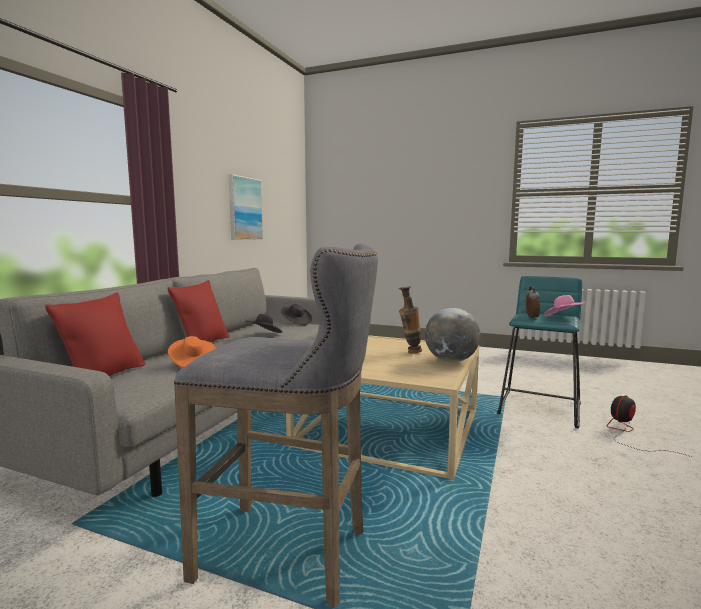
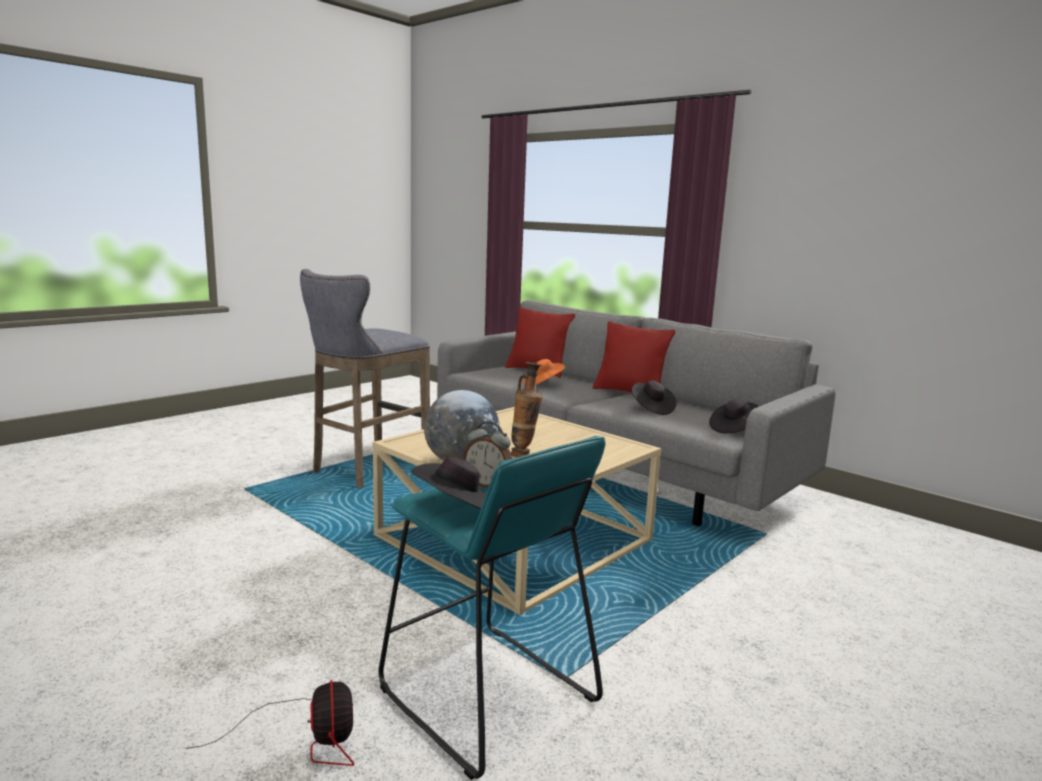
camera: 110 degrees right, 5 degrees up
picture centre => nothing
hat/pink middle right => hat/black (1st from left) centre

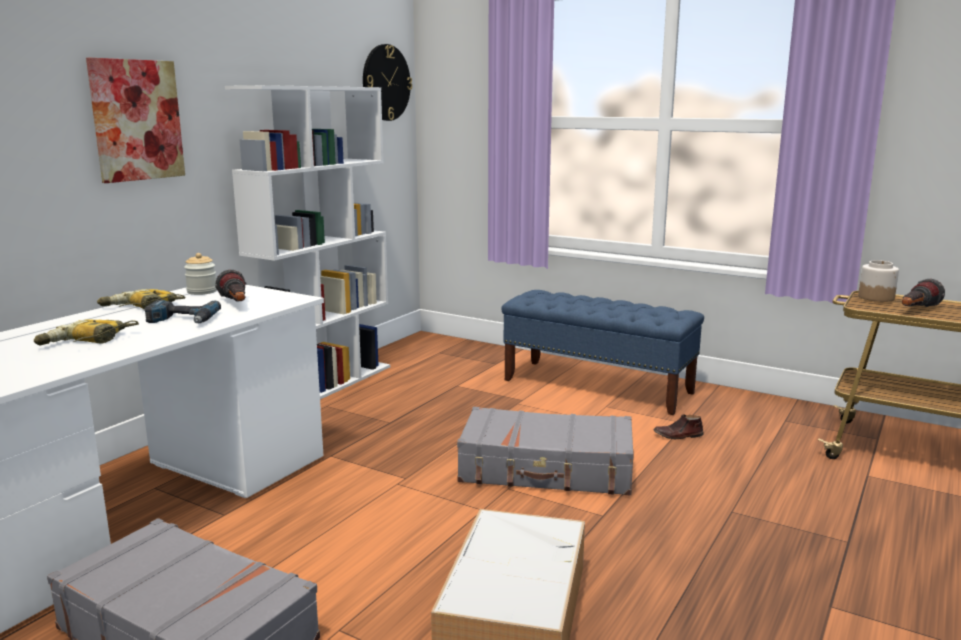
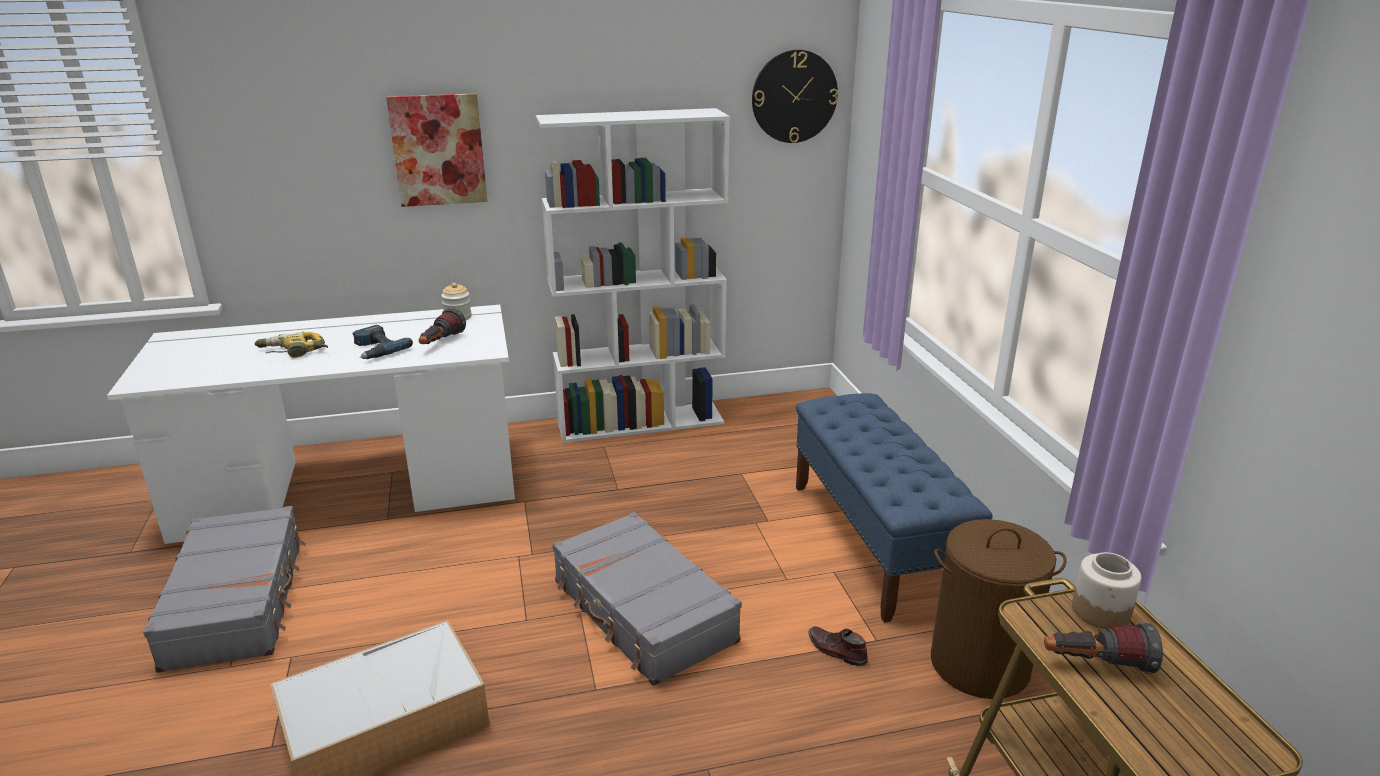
camera: 45 degrees right, 10 degrees up
power drill (2nd from left) middle left => nothing
nothing => laundry basket/brown bottom right

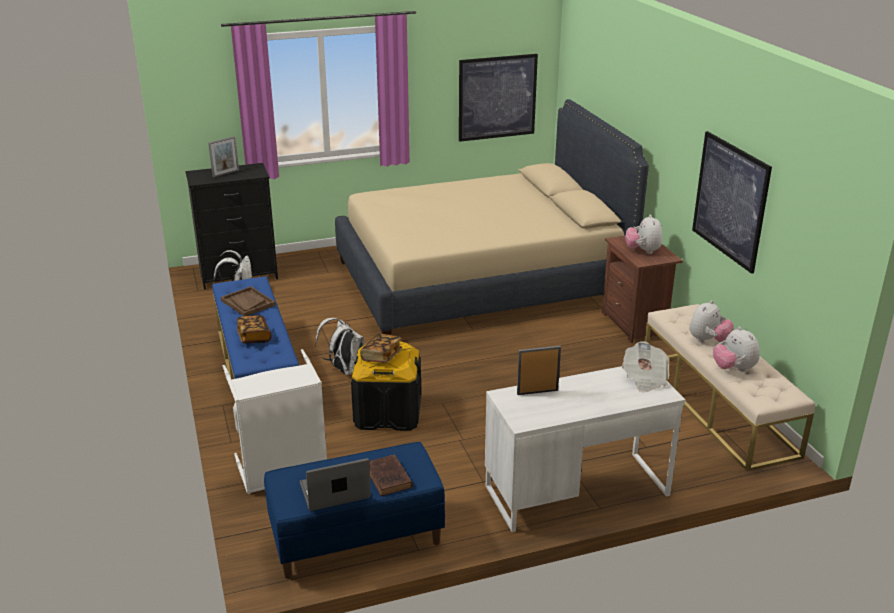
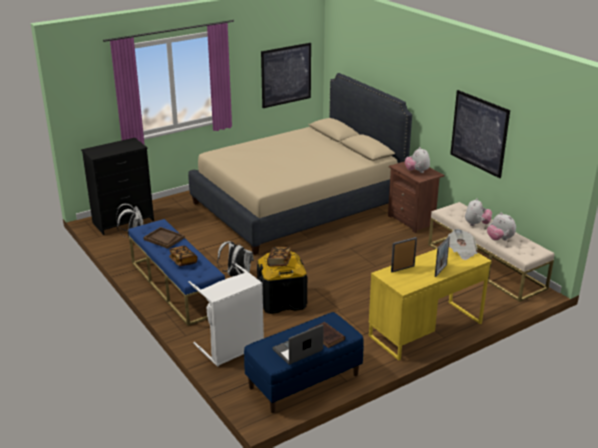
camera: 15 degrees left, 0 degrees up
picture frame (1st from left in the first image) top left => picture frame (2nd from left) middle right, moved
desk/white bottom centre => desk/yellow bottom right

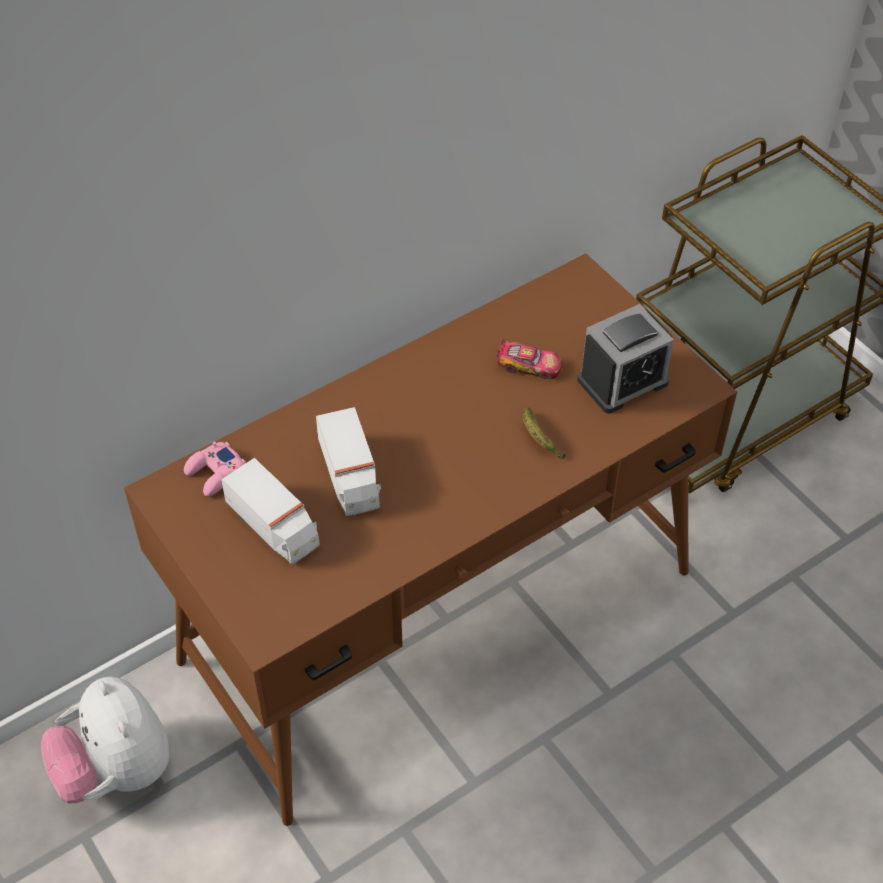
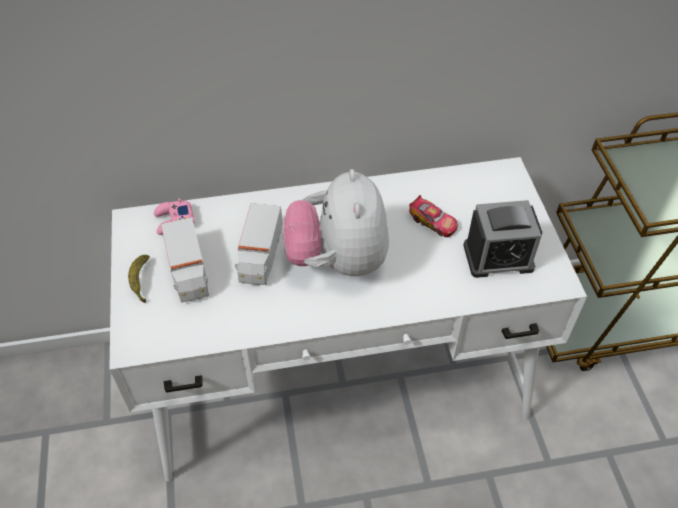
camera: 25 degrees right, 0 degrees up
desk/brown centre => desk/white centre
banana centre => banana middle left, moved
plush toy bottom left => plush toy centre, moved

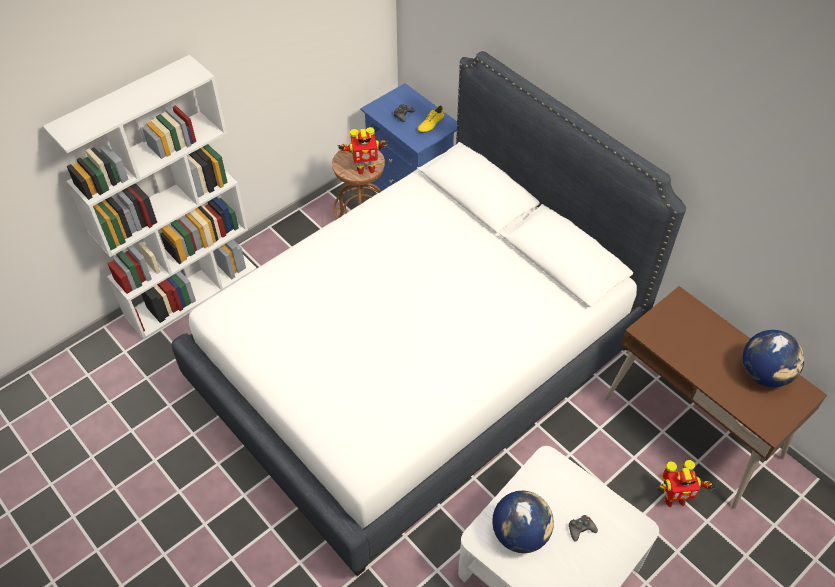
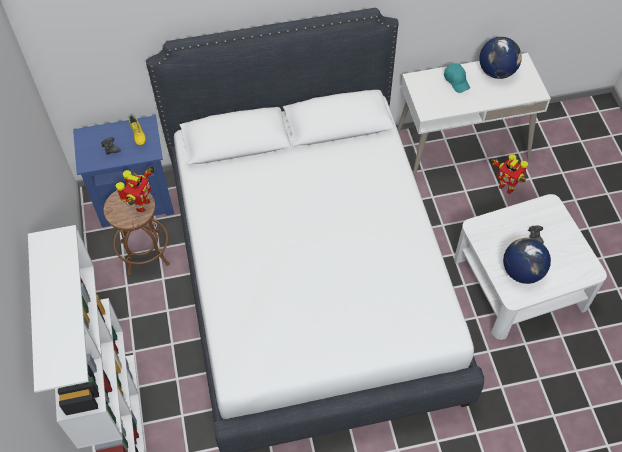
camera: 60 degrees left, 5 degrees up
desk/brown bottom right => desk/white top right
toy robot (2nd from left) bottom right => toy robot (2nd from left) middle right, 105 degrees clockwise
nothing => cap/turquoise top right

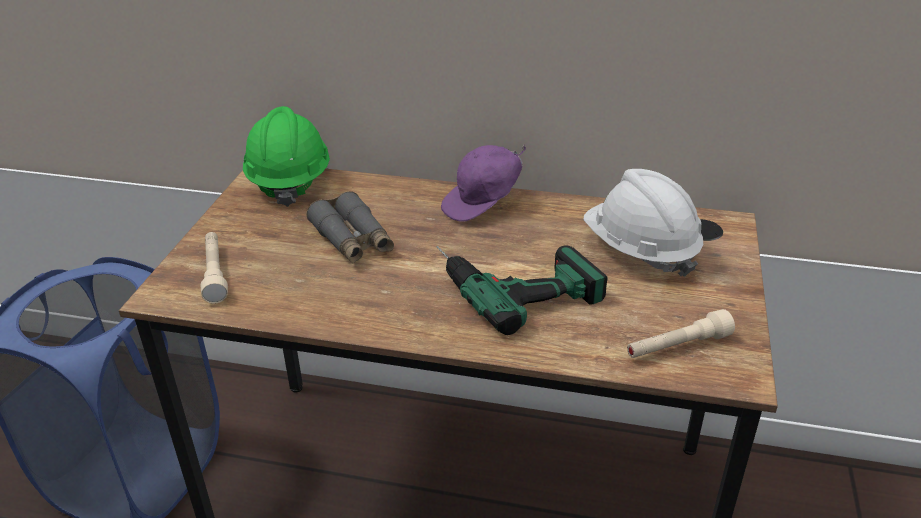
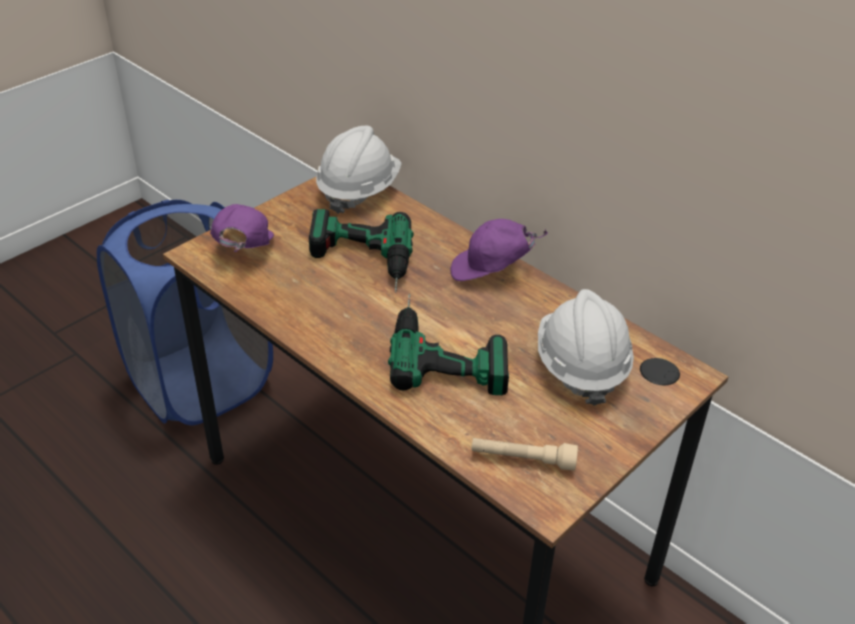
camera: 30 degrees right, 5 degrees up
hard hat/green top left => hard hat/white (1st from left) top centre
binoculars/grey centre => power drill (1st from left) centre
flashlight/beige (1st from left) middle left => cap/purple (1st from left) middle left

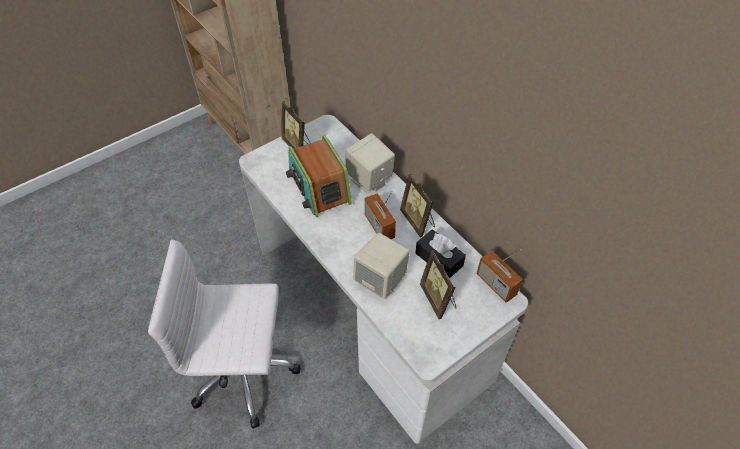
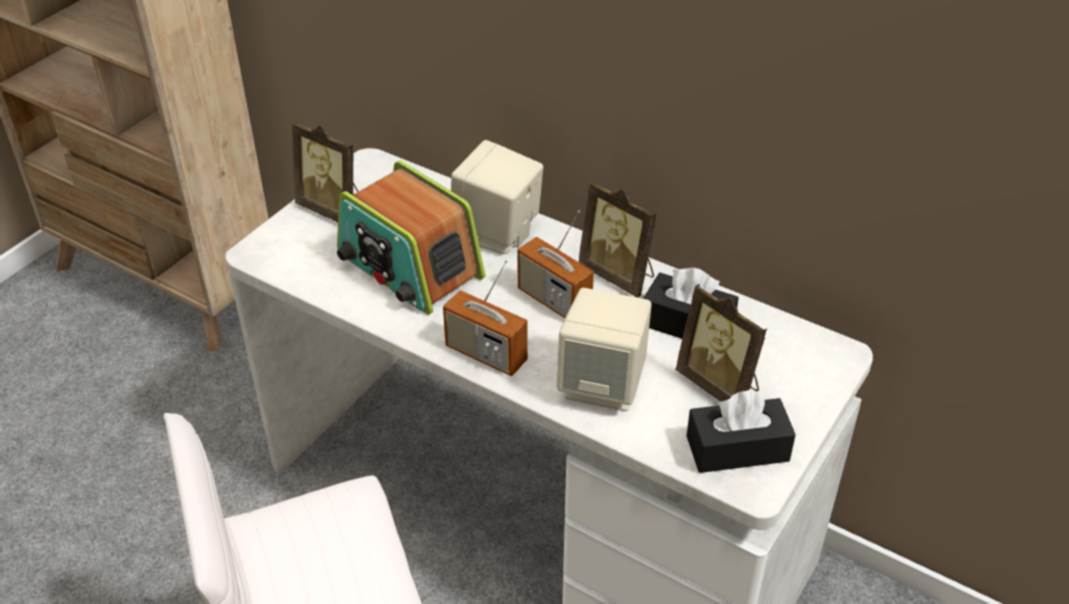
camera: 20 degrees left, 10 degrees down
radio (3rd from left in the first image) middle right => radio (2nd from left) centre, moved
nothing => tissue box/black (2nd from left) bottom right

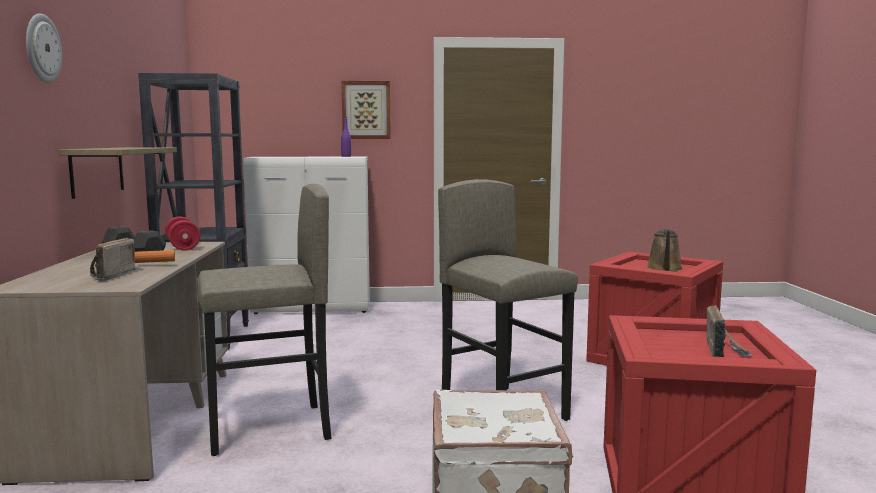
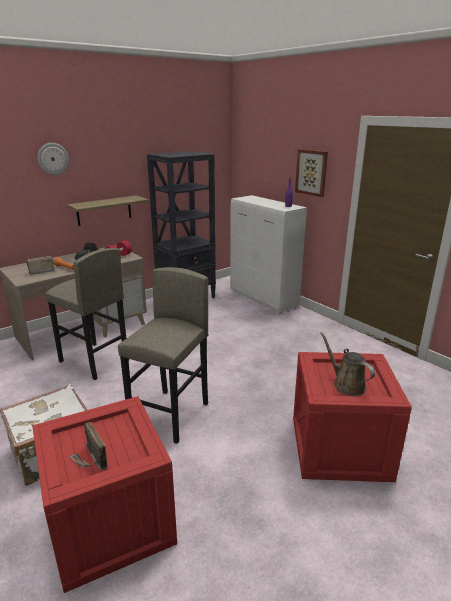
camera: 55 degrees right, 15 degrees up
watering can/brown middle right, 75 degrees clockwise
radio (2nd from left) bottom right => radio (2nd from left) bottom left, 75 degrees clockwise

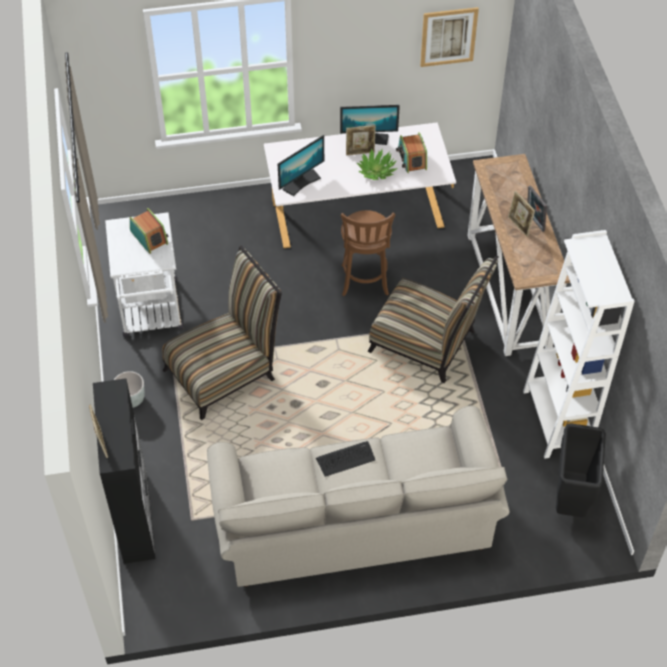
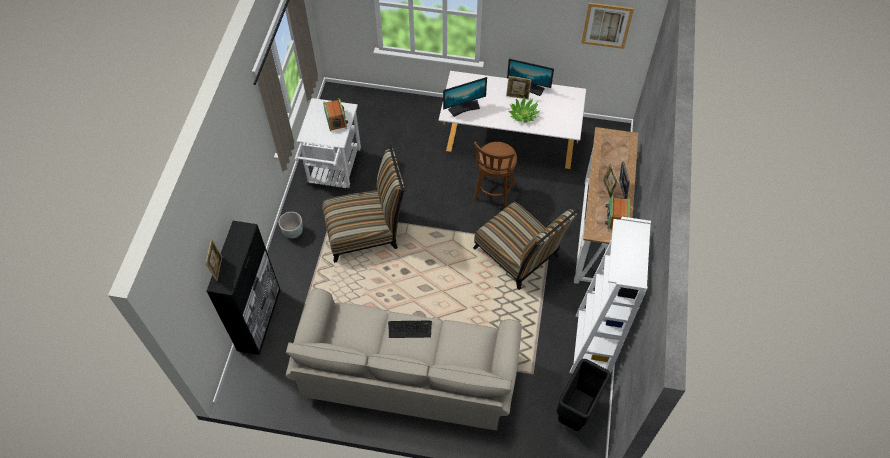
camera: 20 degrees right, 5 degrees up
radio (2nd from left) top centre => radio (2nd from left) middle right, moved

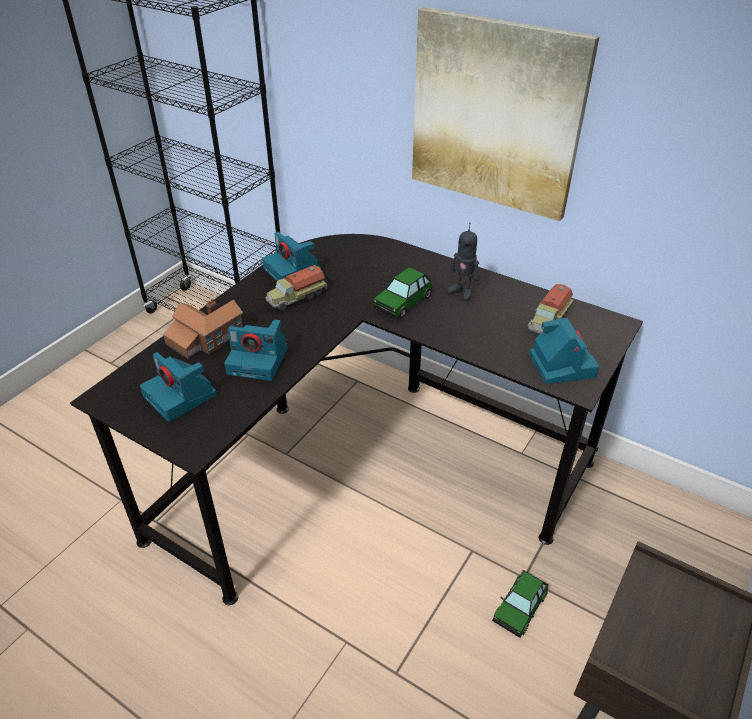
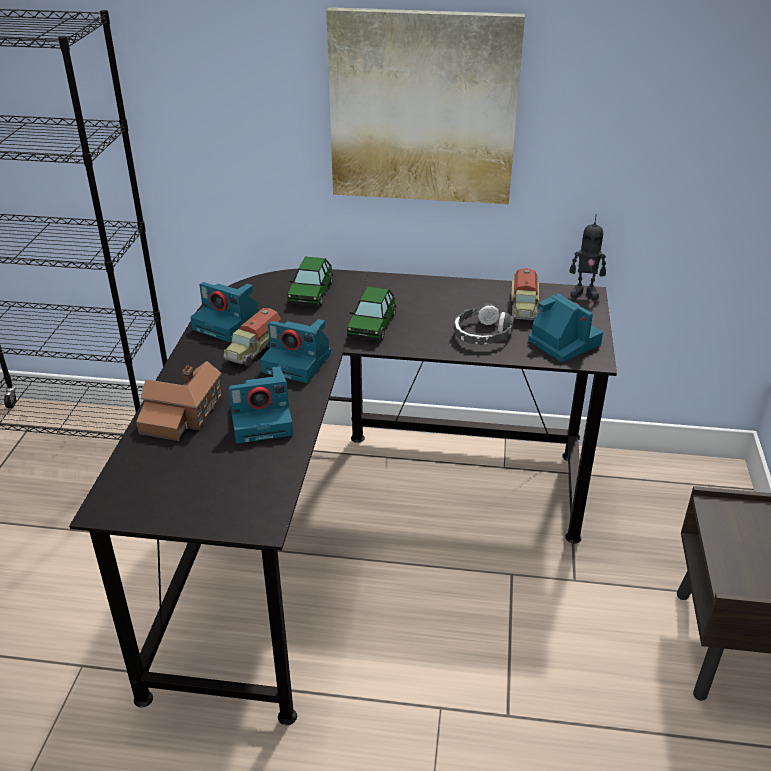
camera: 25 degrees left, 5 degrees down
toy robot centre => toy robot middle right, moved
photo camera (1st from left in the first image) middle left => photo camera (3rd from left) centre, moved
toy car (2nd from left in the first image) bottom right => toy car (1st from left) centre, moved
nothing => headphones centre

